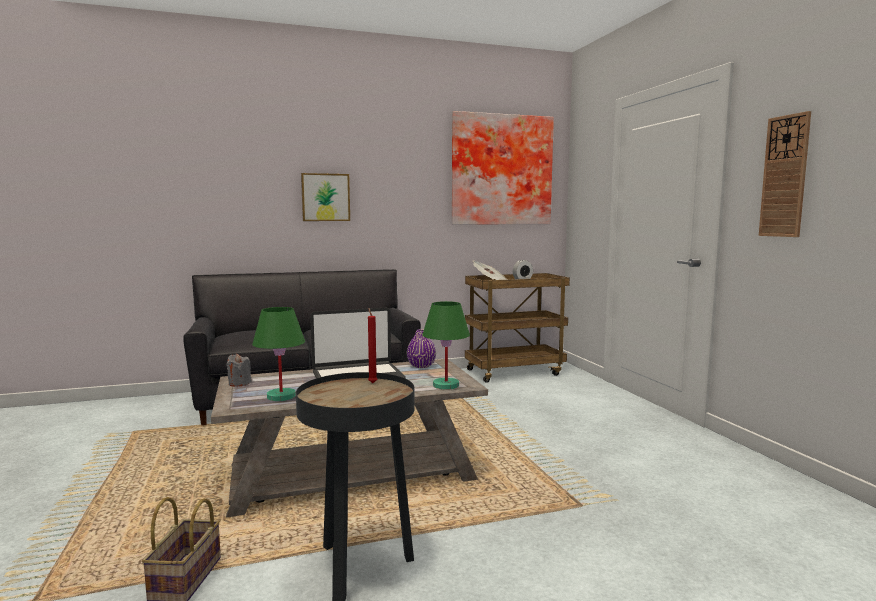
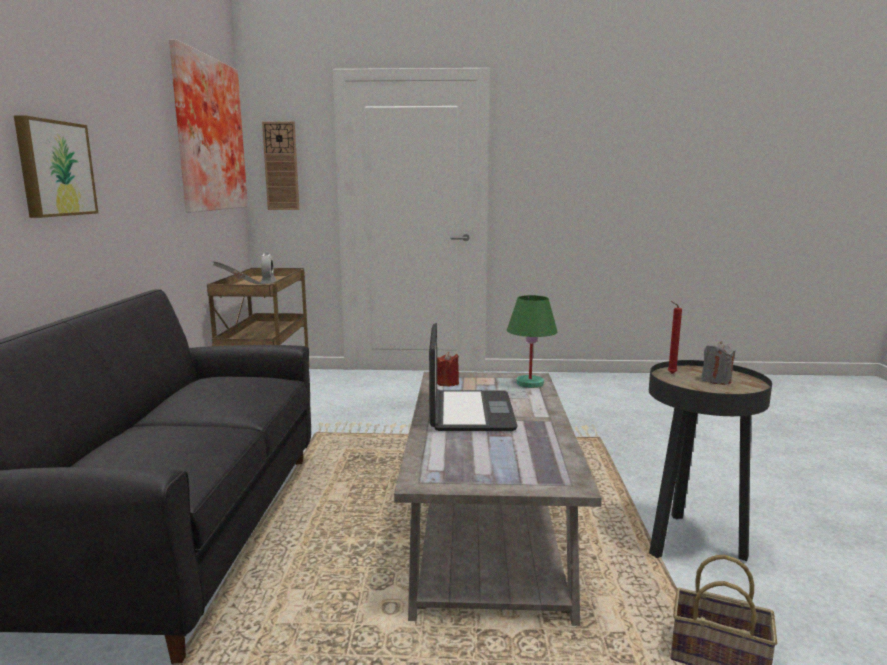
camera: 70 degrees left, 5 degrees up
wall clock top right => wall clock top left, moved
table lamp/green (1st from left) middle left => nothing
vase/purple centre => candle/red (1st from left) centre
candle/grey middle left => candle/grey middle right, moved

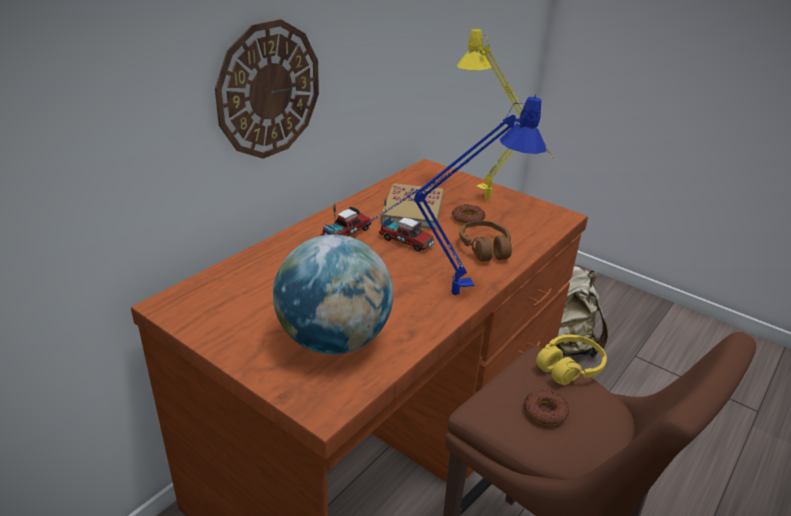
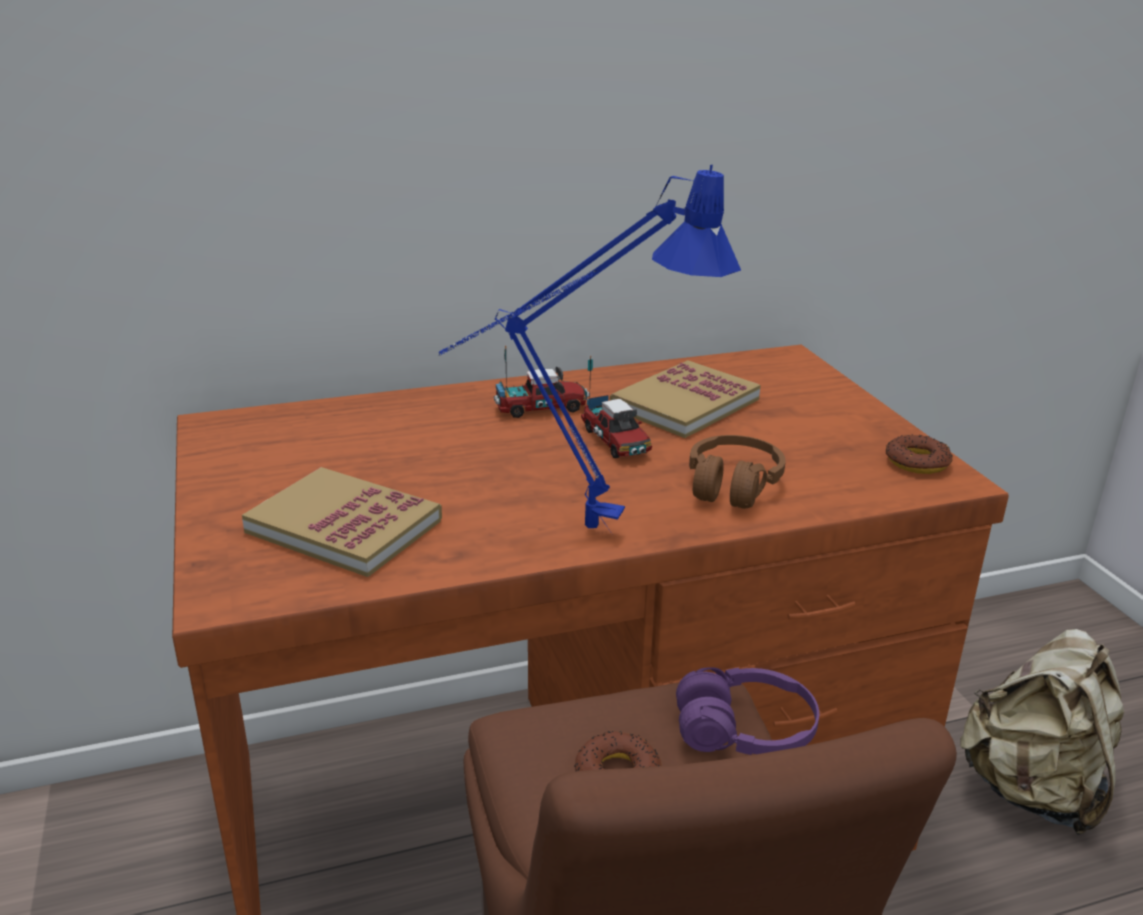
camera: 35 degrees right, 5 degrees down
wall clock top centre => nothing
table lamp/yellow top centre => nothing
donut (1st from left in the first image) centre => donut (2nd from left) middle right, moved
globe centre => book (1st from left) middle left
headphones/yellow bottom right => headphones/purple bottom centre

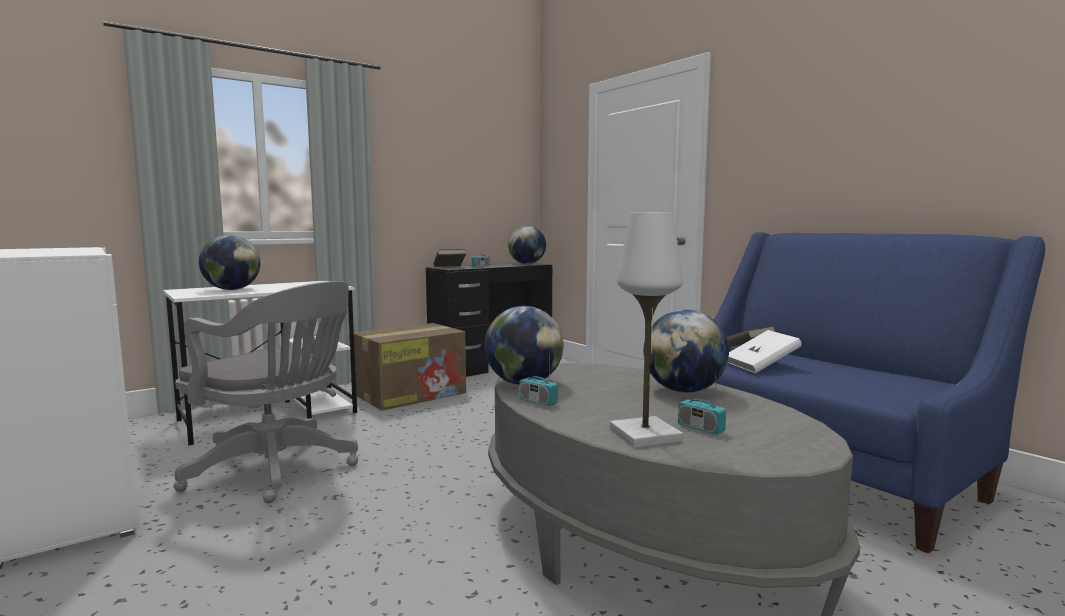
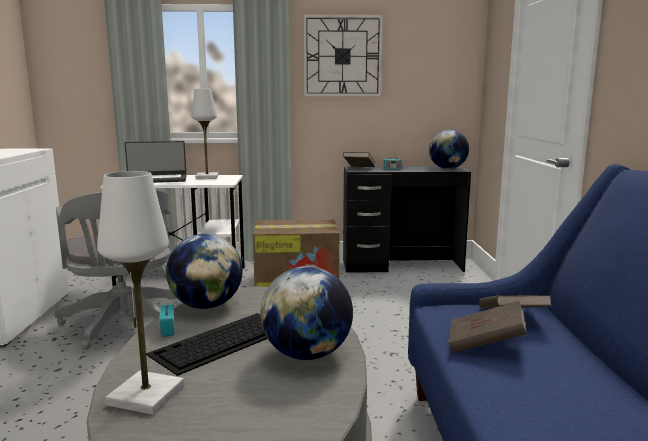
camera: 35 degrees right, 5 degrees up
globe (1st from left) middle left => laptop middle left
book/white middle right => book/brown (2nd from left) bottom right
radio (3rd from left) centre => nothing
nothing => wall clock top centre
nothing => table lamp/white (2nd from left) top left
nothing => keyboard bottom left

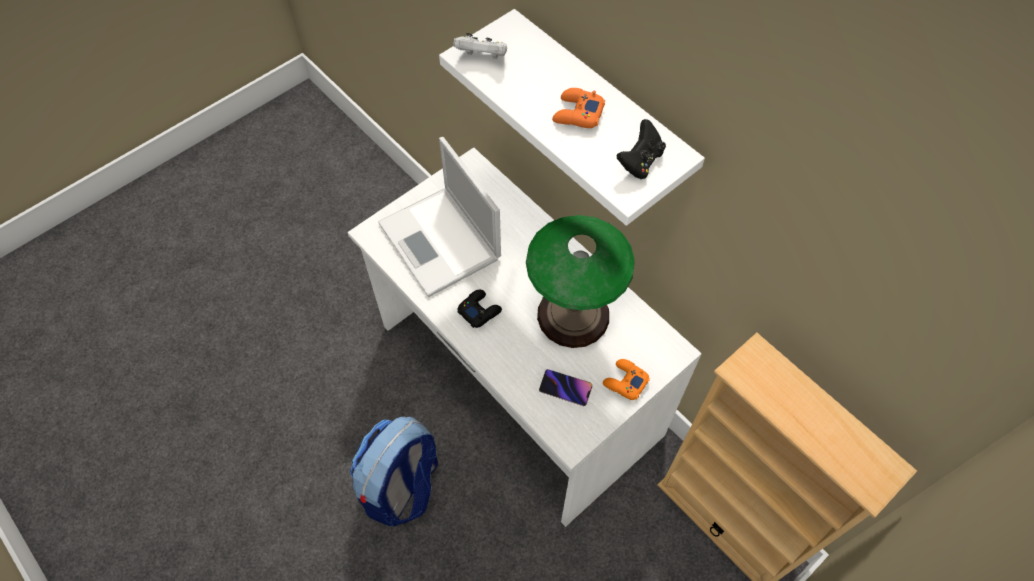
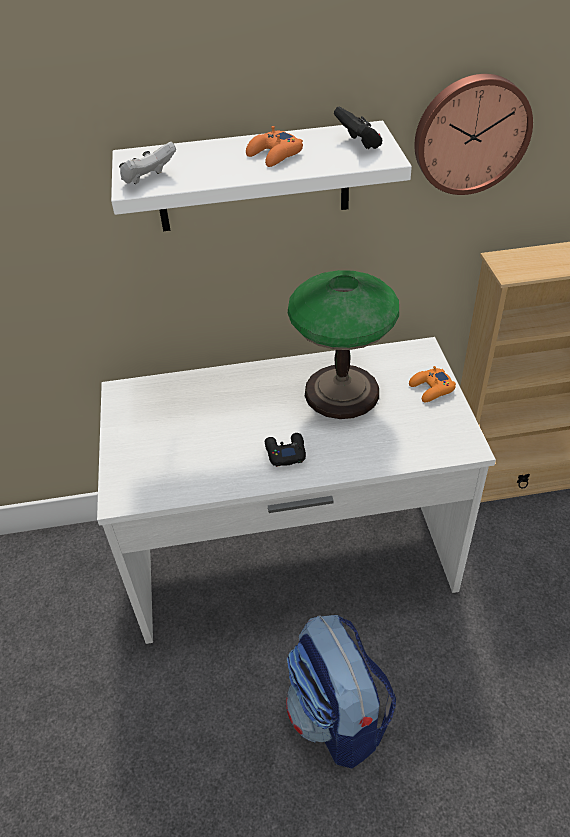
camera: 55 degrees left, 15 degrees down
laptop centre => nothing
phone centre => nothing
nothing => wall clock top right

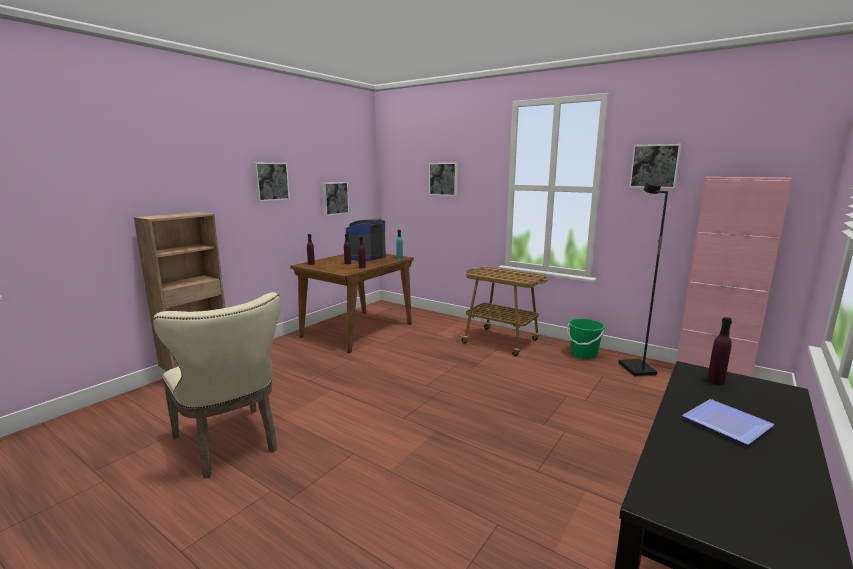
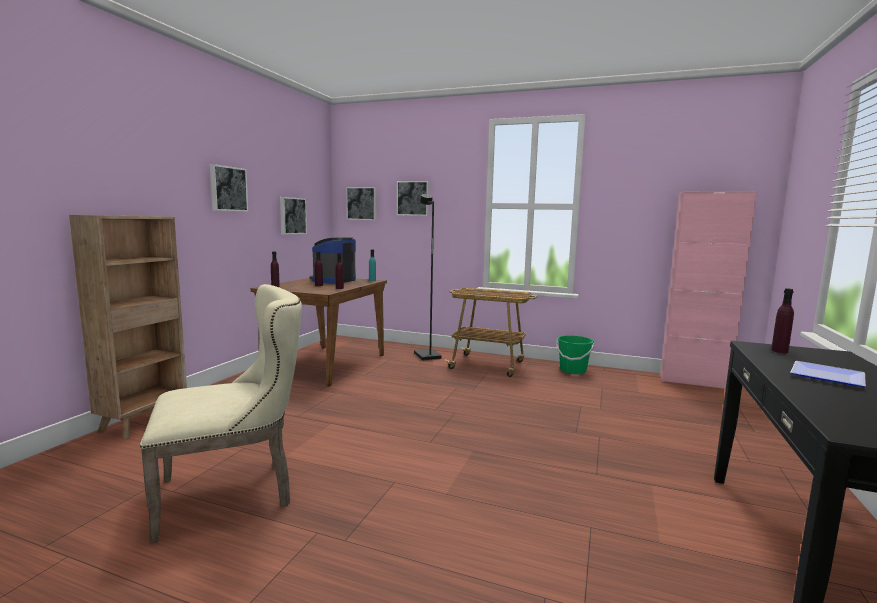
camera: 15 degrees left, 5 degrees down
picture (4th from left in the first image) top right => picture (3rd from left) centre, moved
floor lamp/black middle right => floor lamp/black centre, moved
chair/beige bottom left, 60 degrees counterclockwise

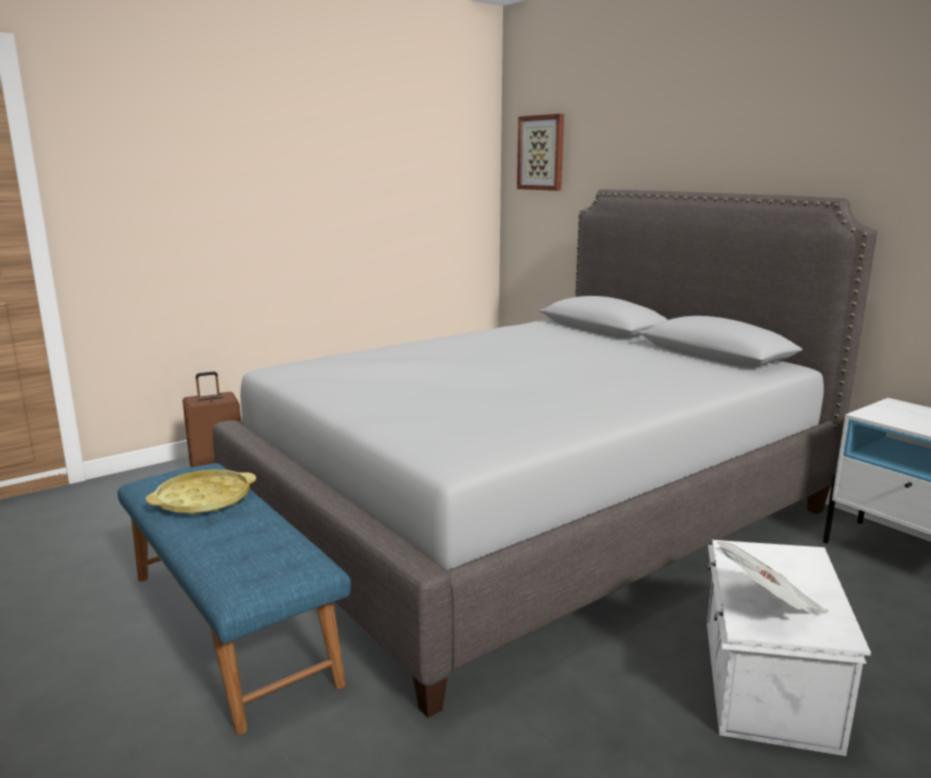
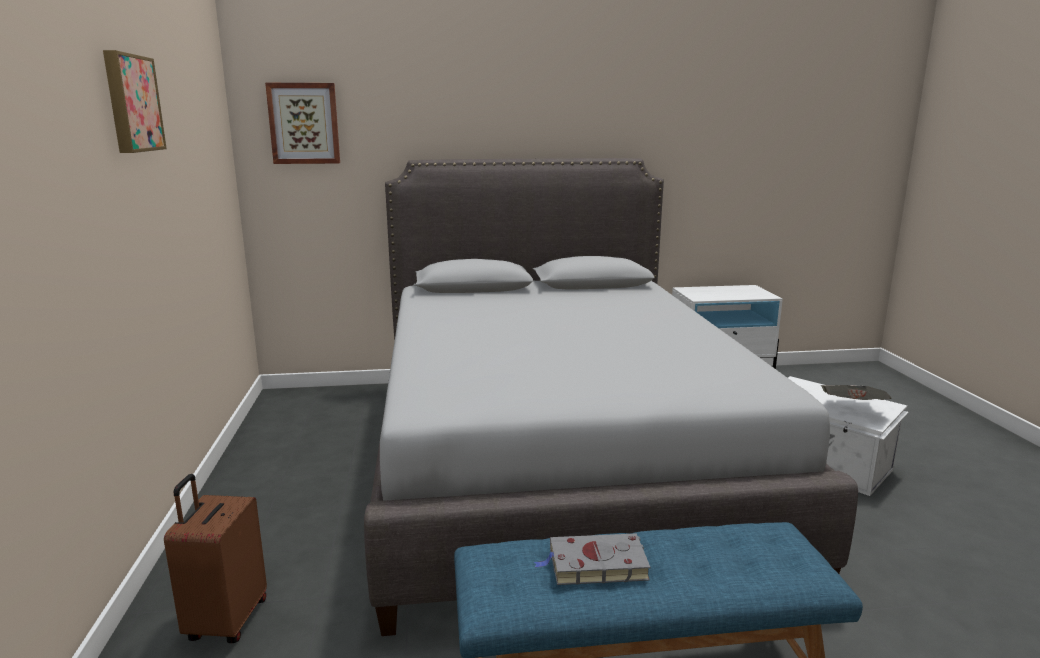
camera: 60 degrees left, 0 degrees up
tray/yellow middle left => book/grey bottom centre
nothing => picture (1st from left) top left

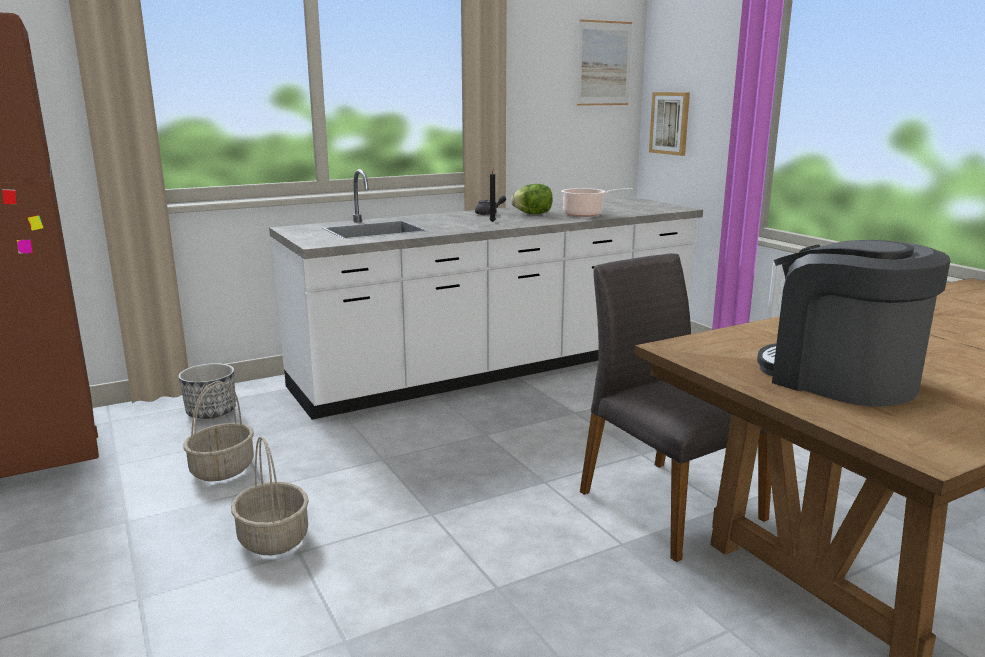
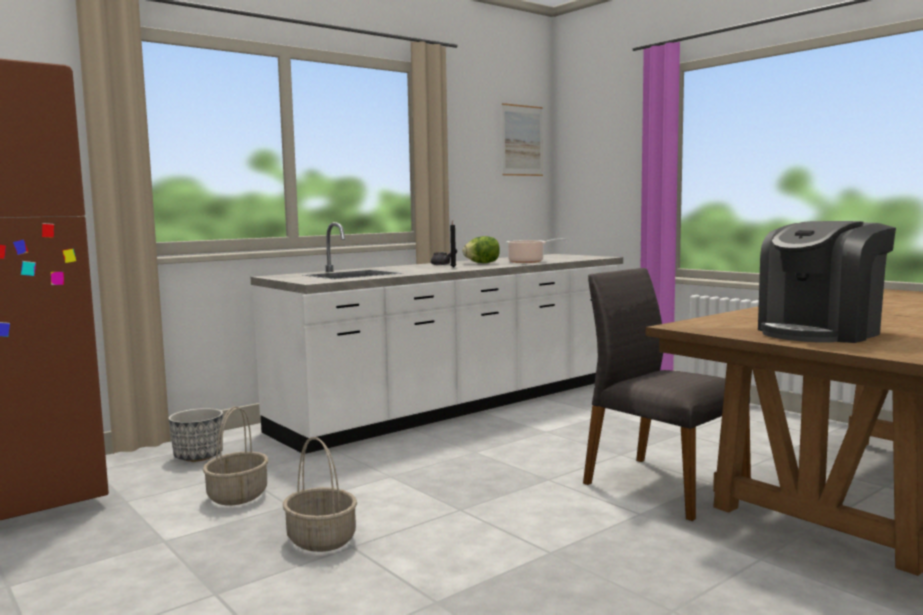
camera: 10 degrees left, 10 degrees down
picture (2nd from left) top right => nothing
coffee machine middle right, 75 degrees counterclockwise

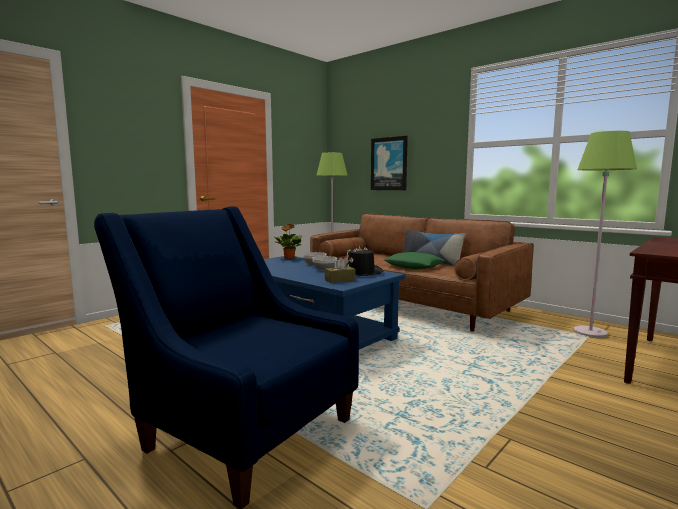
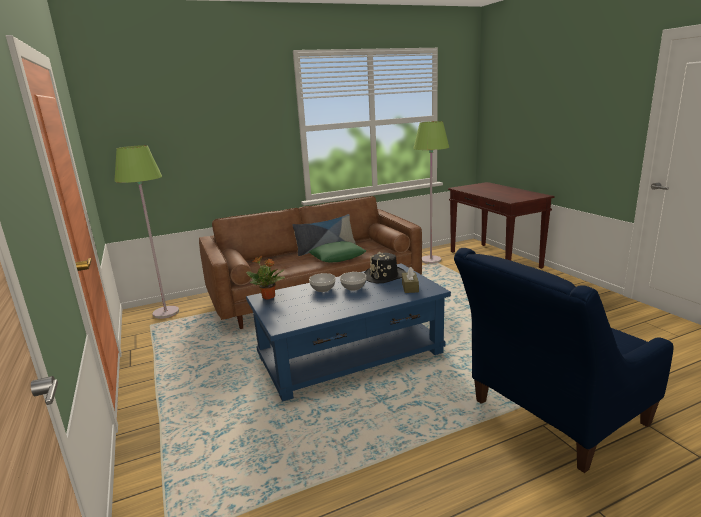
camera: 65 degrees left, 10 degrees up
picture top centre => nothing

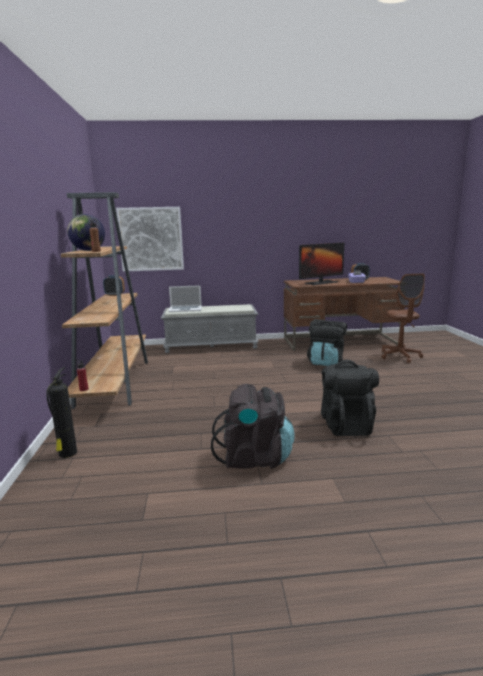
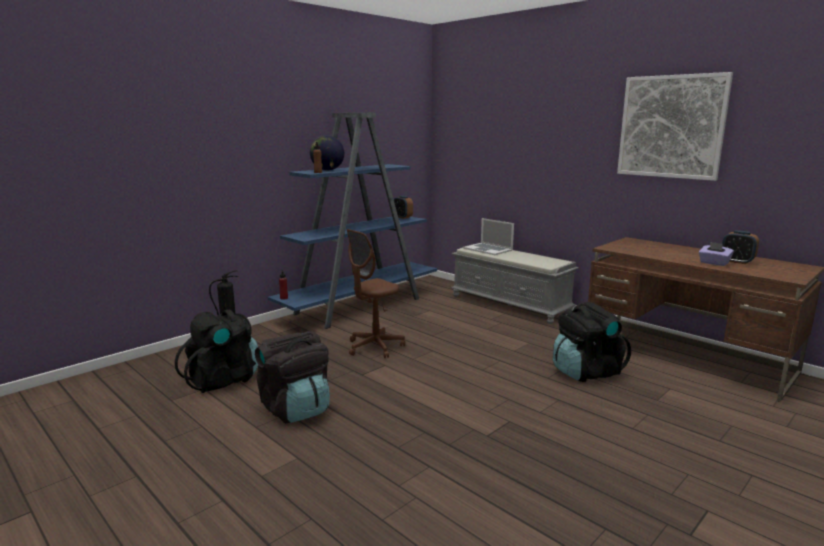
camera: 50 degrees right, 0 degrees up
bookcase/brown middle left => bookcase/blue centre
picture middle left => picture top right, moved
monitor centre => nothing
office chair/brown middle right => office chair/brown centre, moved
backpack/black (3rd from left in the first image) middle right => backpack/black (1st from left) middle left, moved

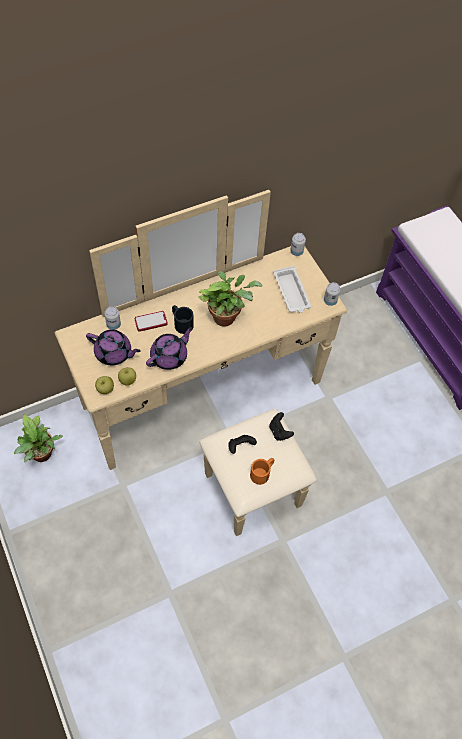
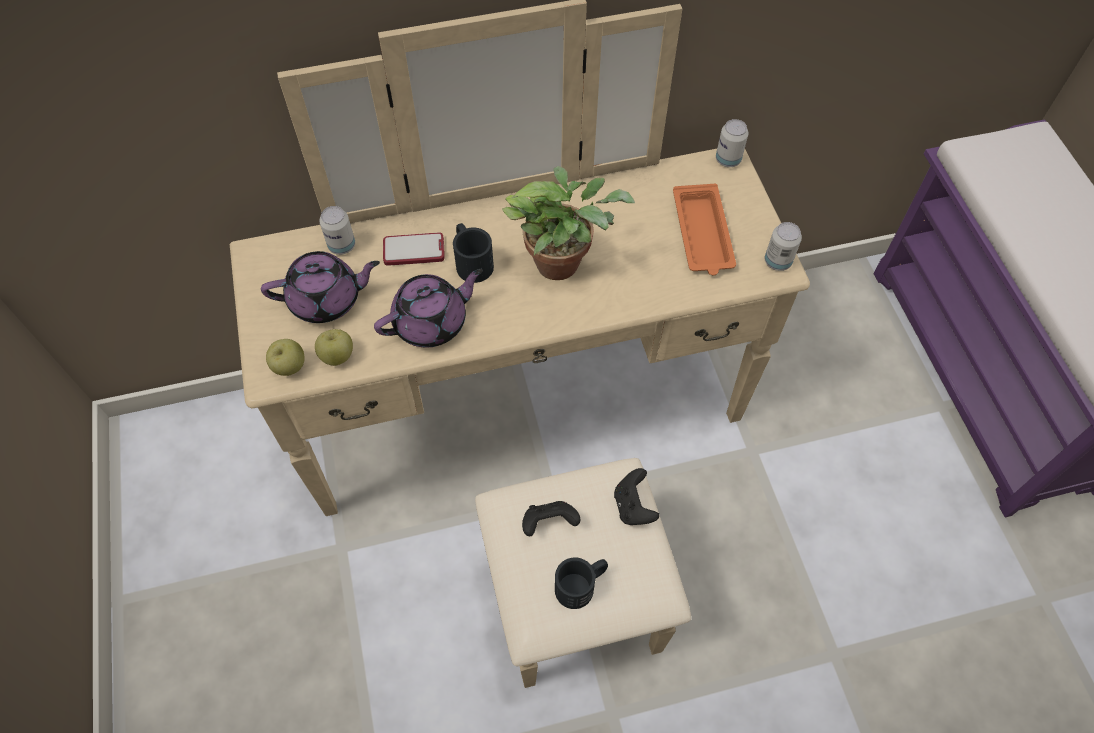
camera: 15 degrees right, 0 degrees up
tray/white centre => tray/orange top centre
teapot/purple (1st from left) middle left, 45 degrees counterclockwise
potted plant (1st from left) middle left => nothing
mug/orange centre => mug/black (2nd from left) bottom centre

